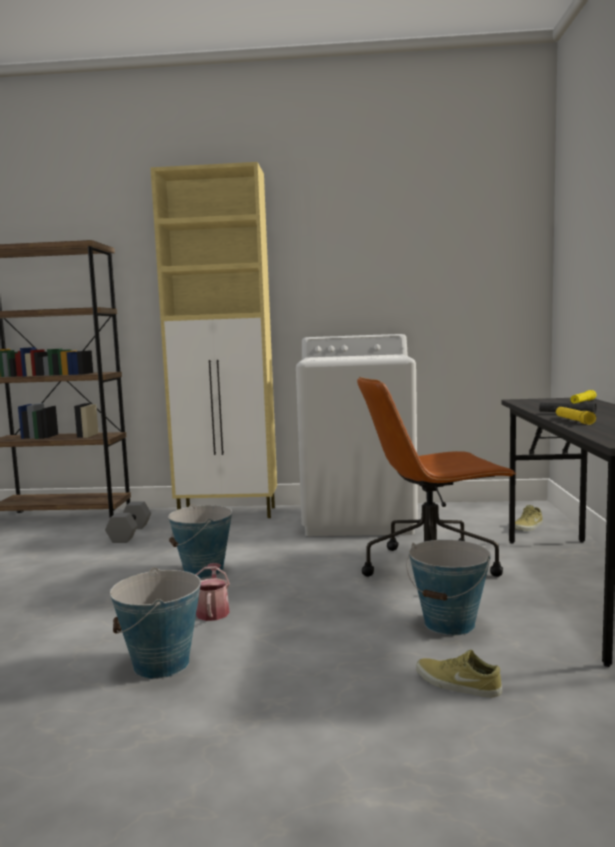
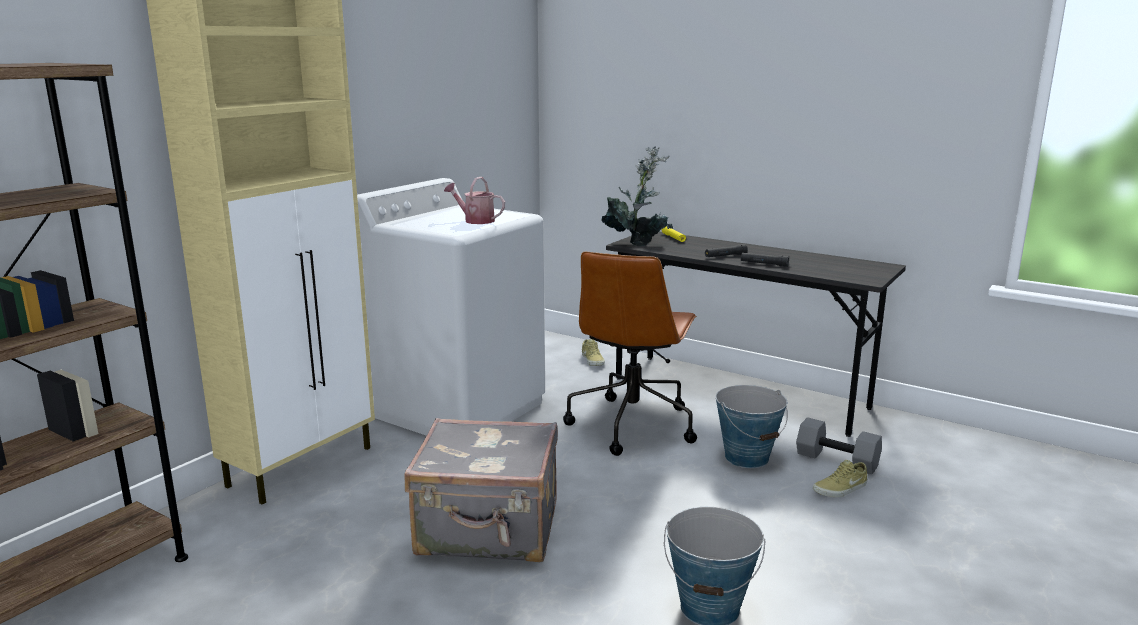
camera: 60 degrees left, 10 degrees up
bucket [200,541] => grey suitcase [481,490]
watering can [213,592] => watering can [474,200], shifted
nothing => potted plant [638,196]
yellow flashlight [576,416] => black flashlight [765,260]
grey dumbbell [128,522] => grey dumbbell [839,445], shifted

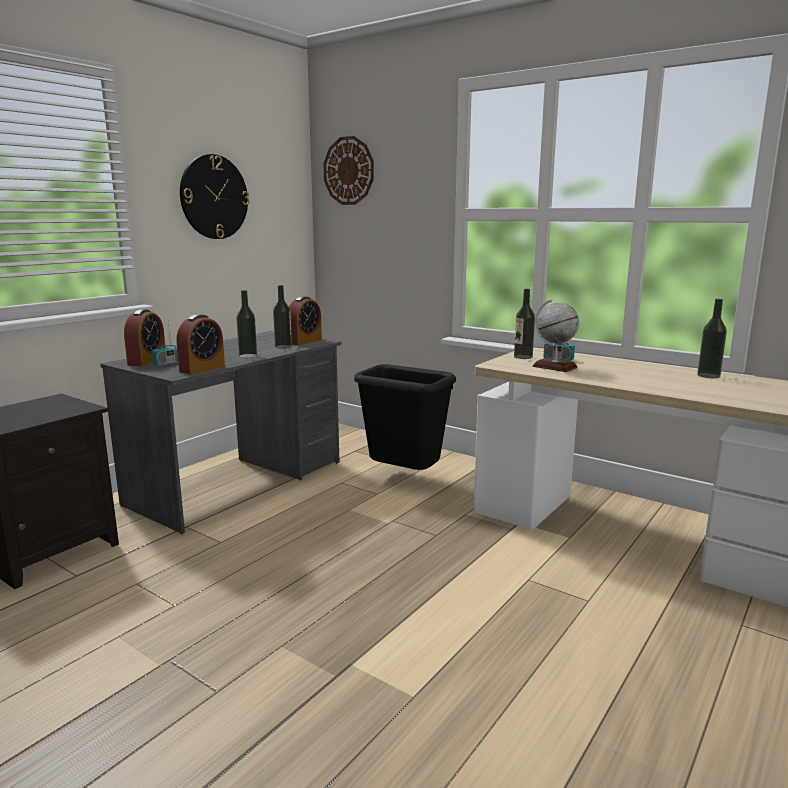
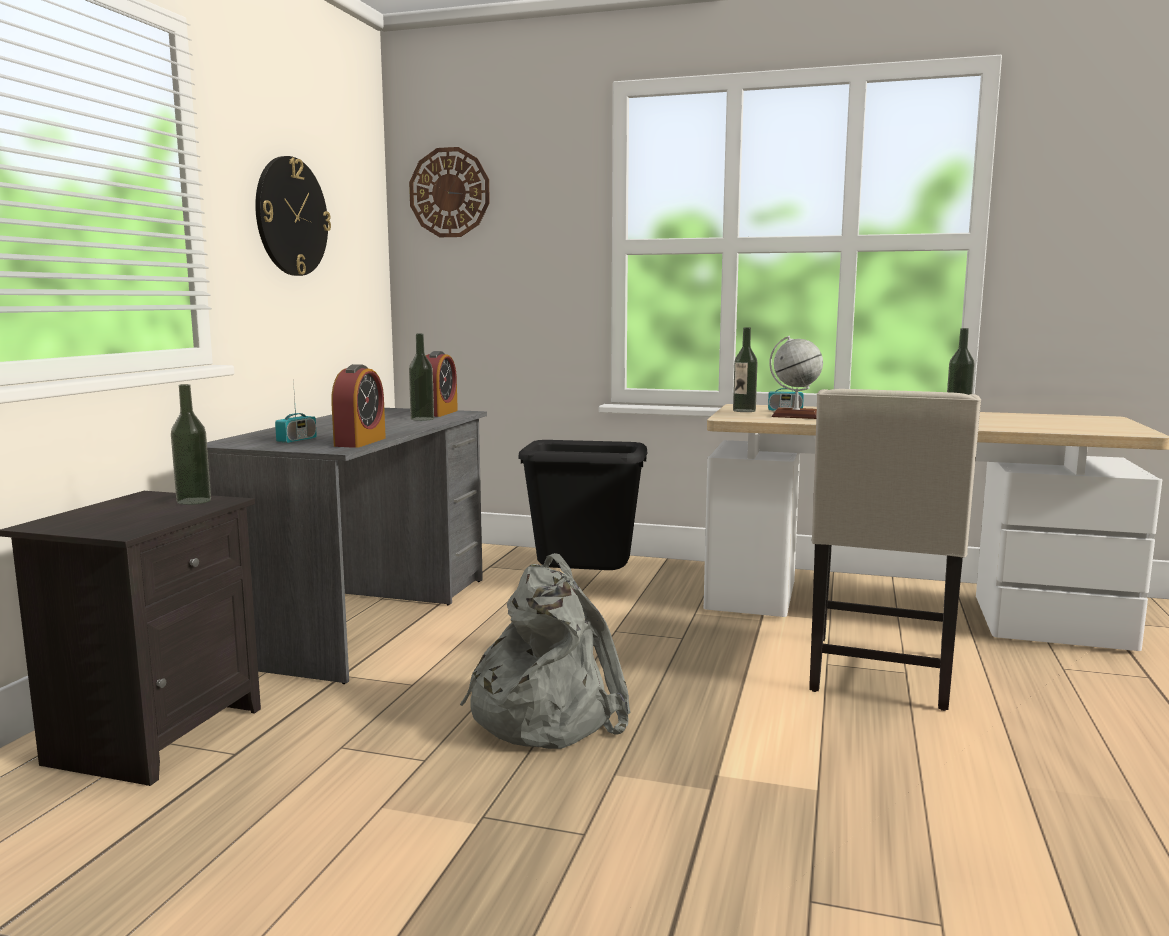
camera: 20 degrees left, 5 degrees down
bottle [246,324] => bottle [191,444], shifted
nothing => grey backpack [545,651]
nothing => beige chair [895,550]
alarm clock [145,337] => nothing

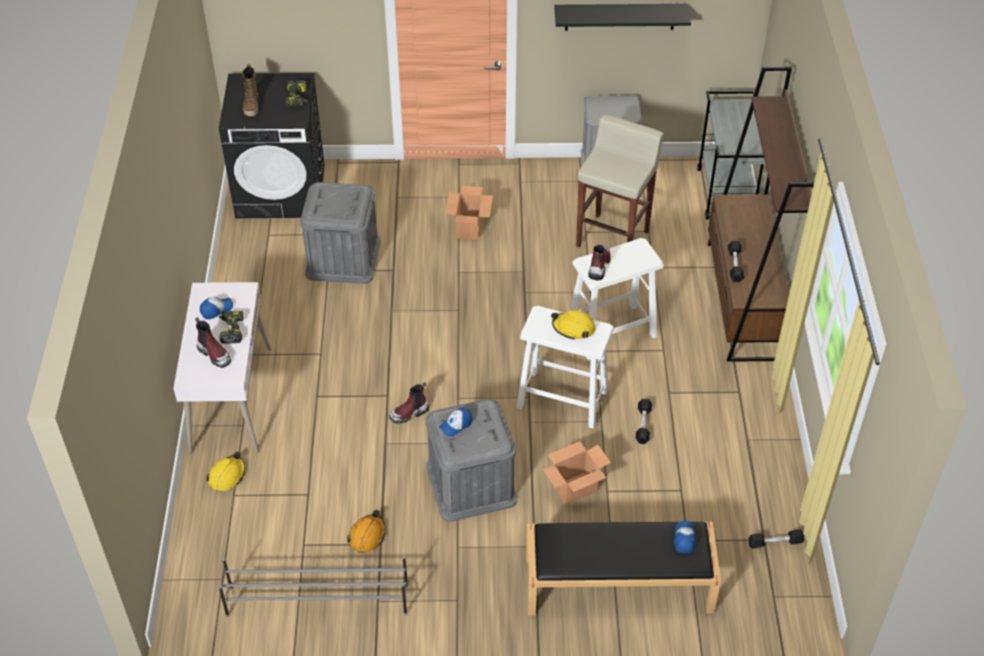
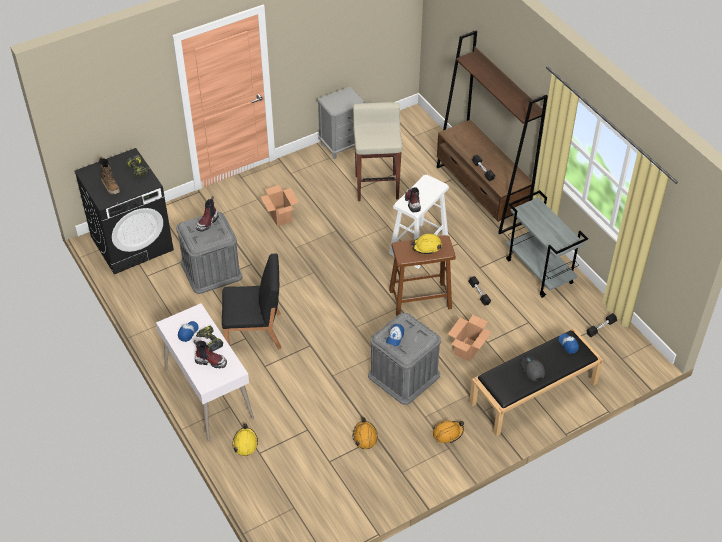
camera: 30 degrees left, 0 degrees up
boot [409,402] => boot [207,213], shifted
nothing => black chair [251,301]
white stool [565,367] => brown stool [422,275]
nothing => orange hard hat [448,431]
grey cart [731,155] => grey cart [547,244], shifted
nothing => grey cap [533,368]
grey shoe rack [313,586] => nothing
black shelf [622,17] => nothing

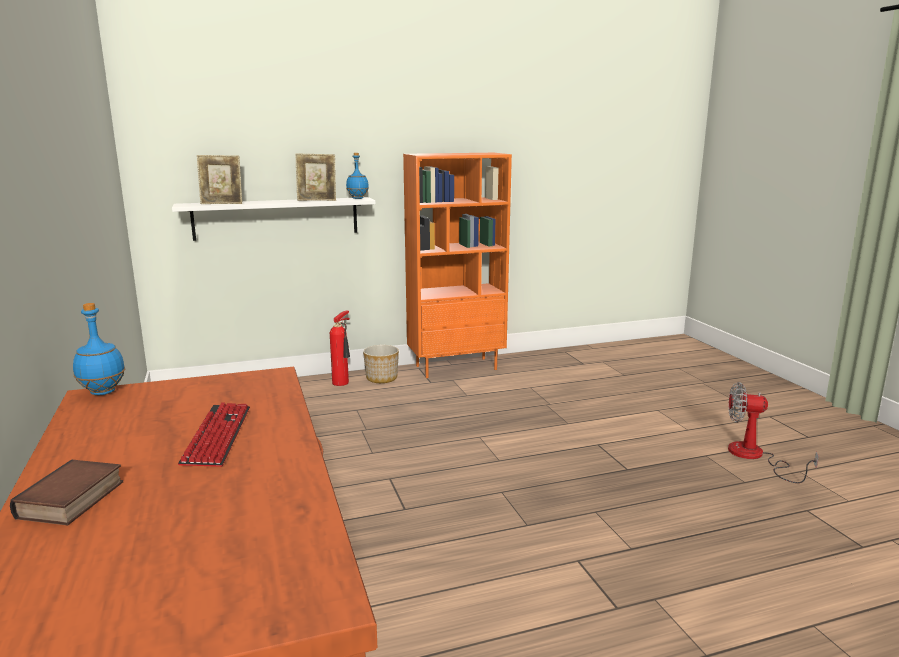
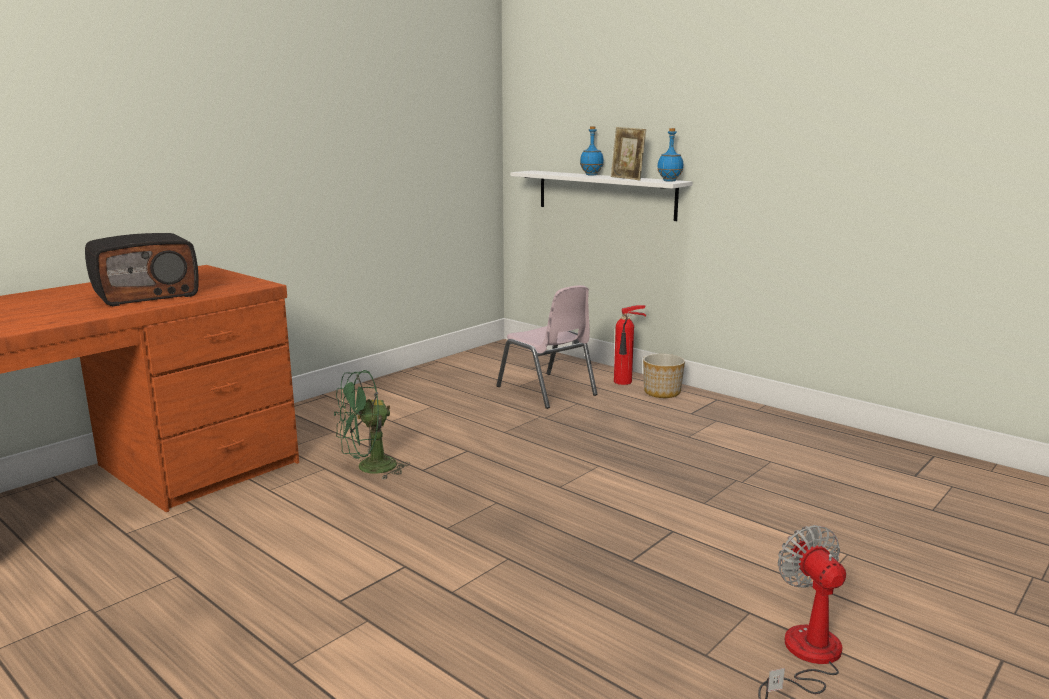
camera: 60 degrees right, 0 degrees up
keyboard [214,434] => radio [142,269]
nothing => green fan [372,425]
nothing => pink chair [546,347]
blue bottle [99,349] => blue bottle [592,151], shifted
book [66,492] => nothing
picture frame [219,179] => nothing
orange bookcase [457,265] => nothing

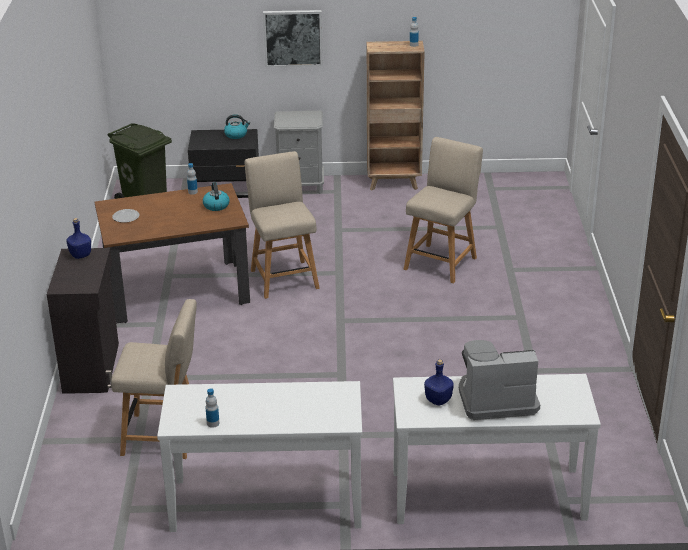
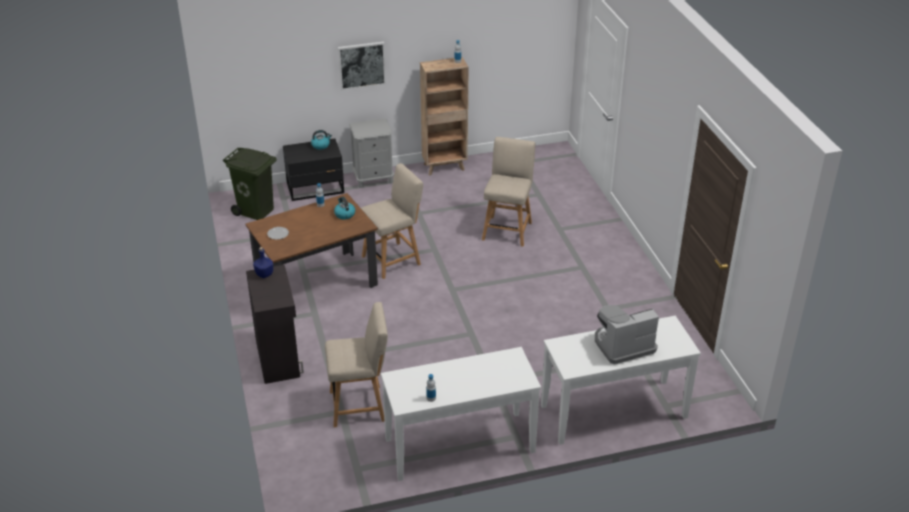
camera: 15 degrees left, 5 degrees up
beige chair [282,225] => beige chair [392,221], 90 degrees clockwise
blue bottle [439,382] => nothing

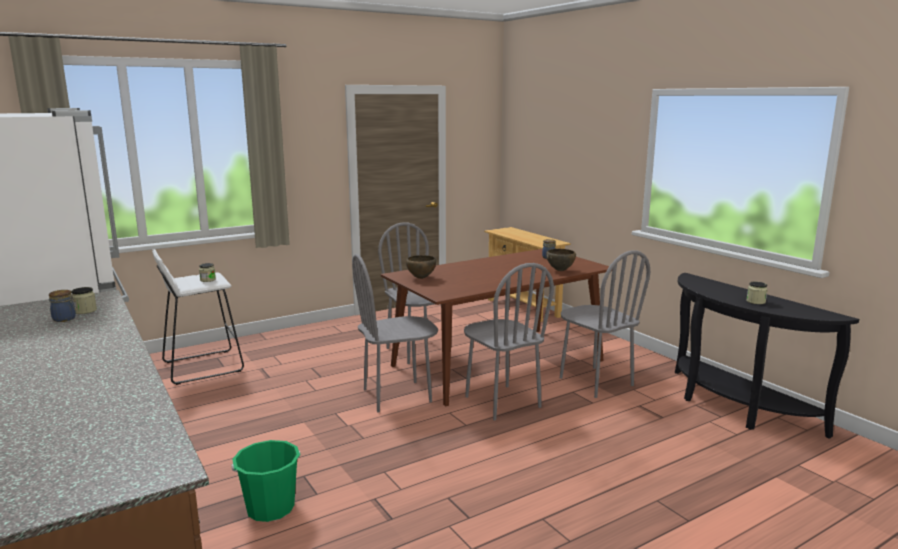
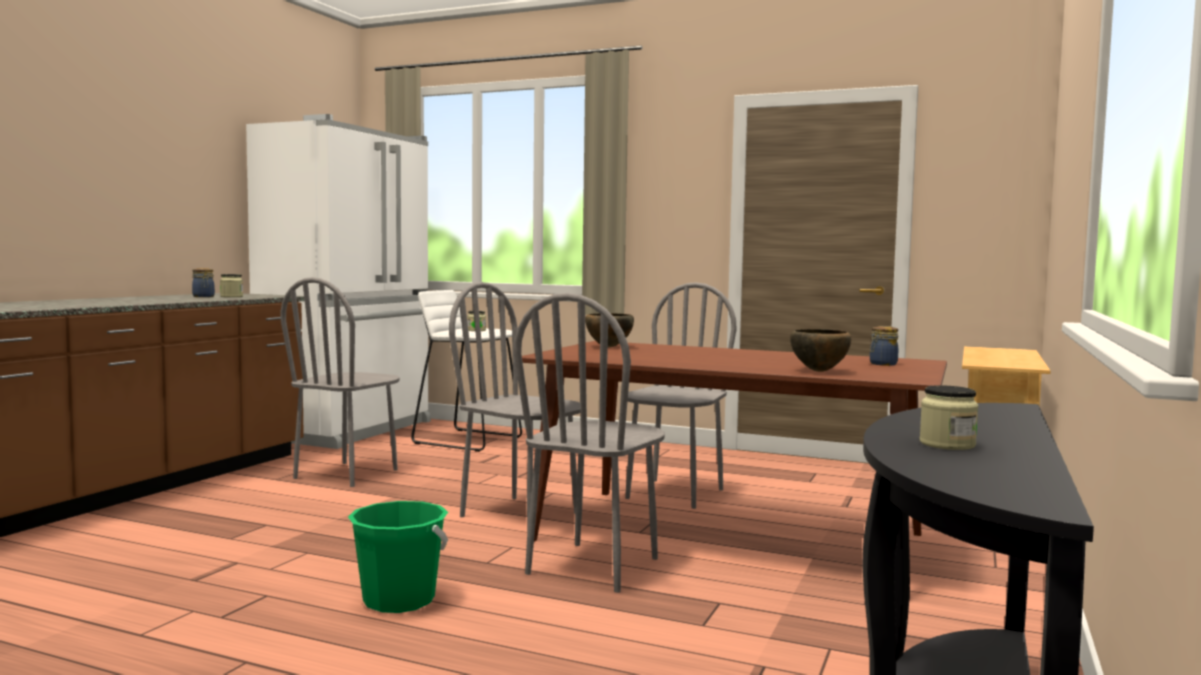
camera: 55 degrees right, 10 degrees down
grey chair [605,324] => grey chair [340,382], shifted
green bucket [266,481] => green bucket [398,557], shifted

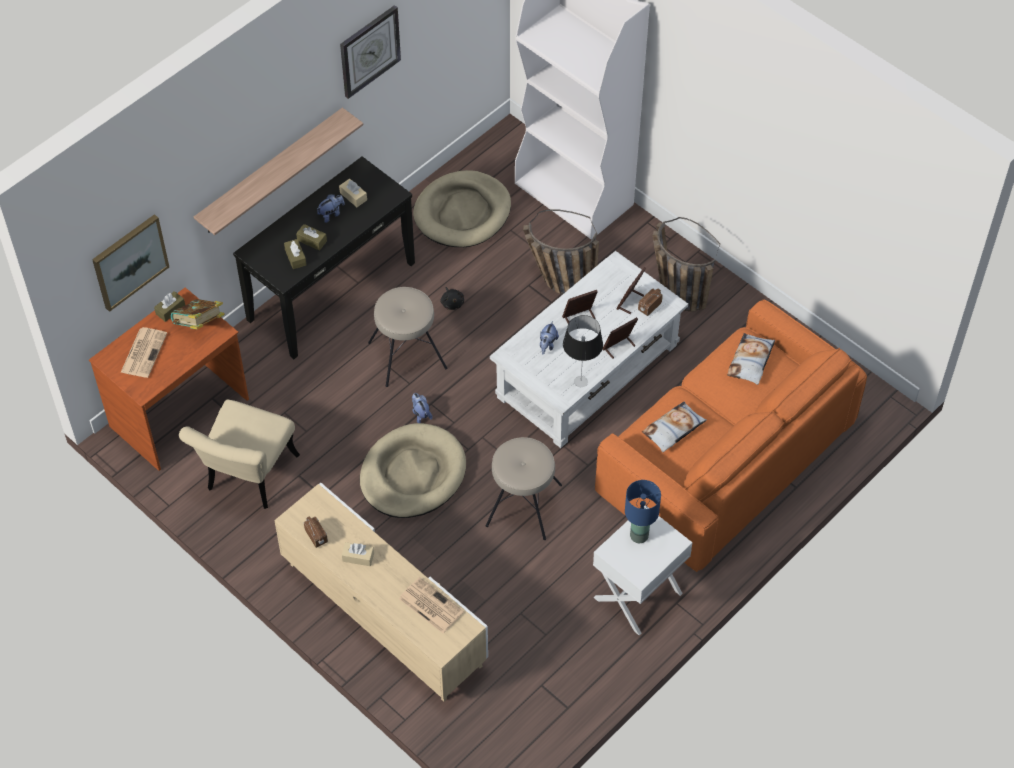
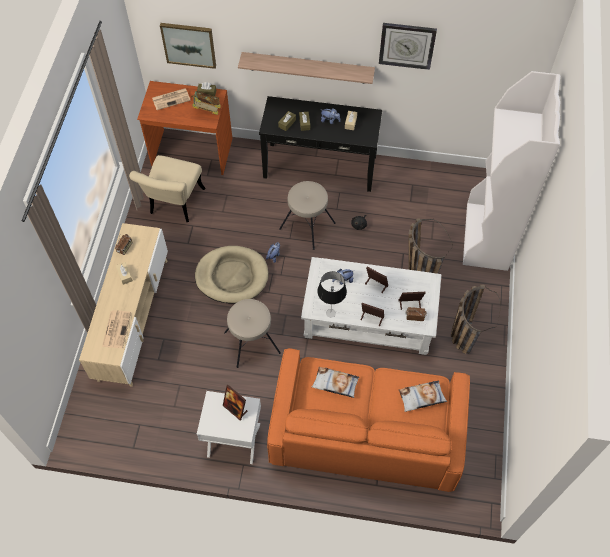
camera: 55 degrees right, 5 degrees up
beige chair [239,454] => beige chair [167,188], 60 degrees counterclockwise
blue table lamp [643,511] => picture frame [235,402]
beige dog bed [462,208] => nothing

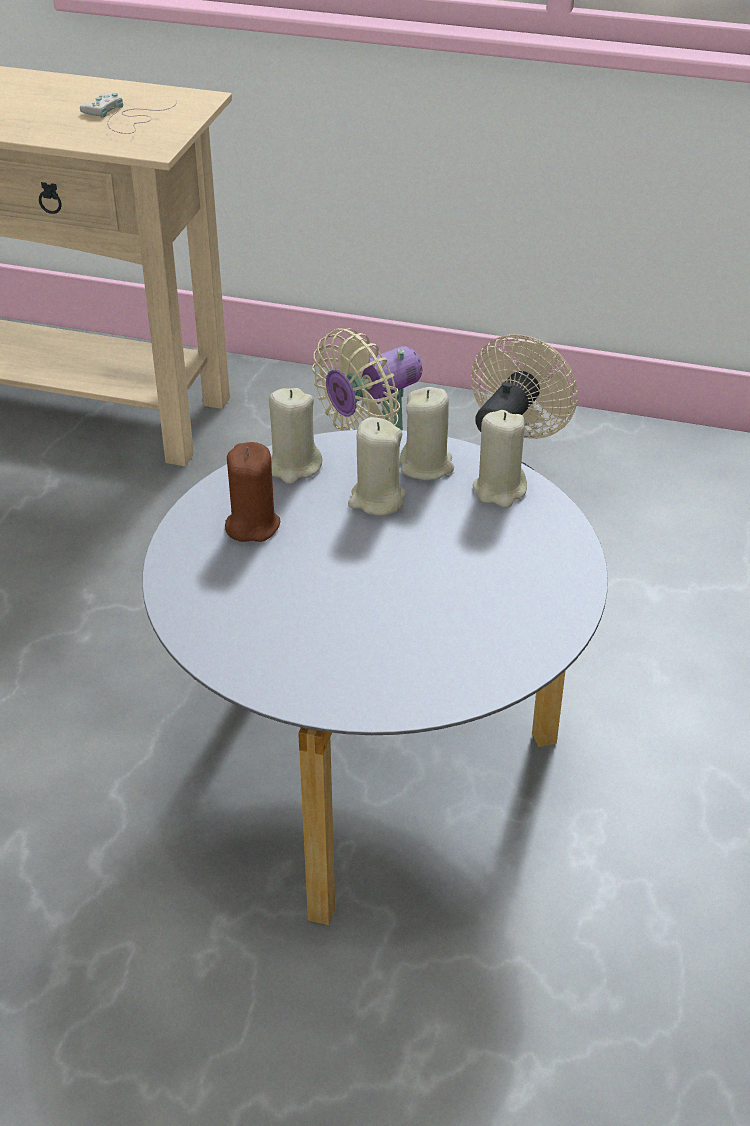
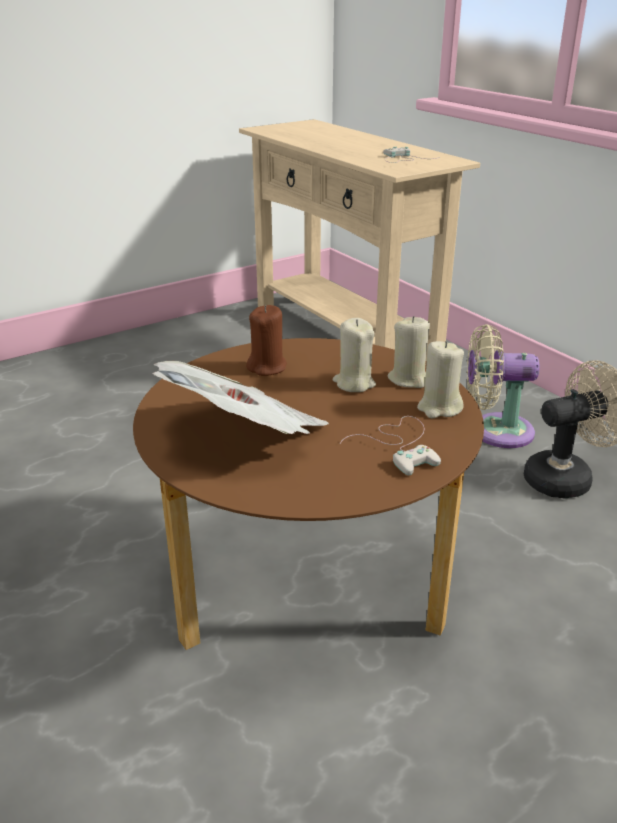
camera: 40 degrees right, 10 degrees down
grey coffee table [375,677] => brown coffee table [308,494]
nothing => newspaper [240,397]
nothing => white game controller [390,445]
beige candle [295,436] => nothing

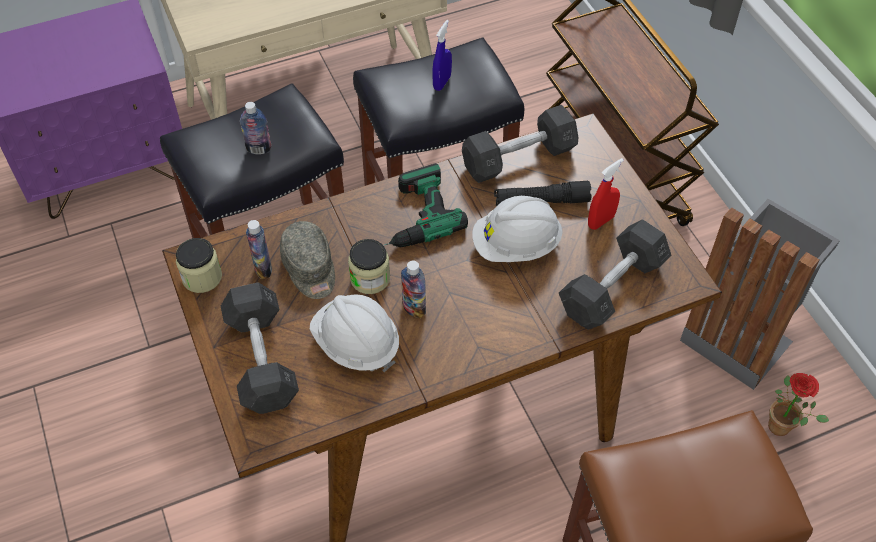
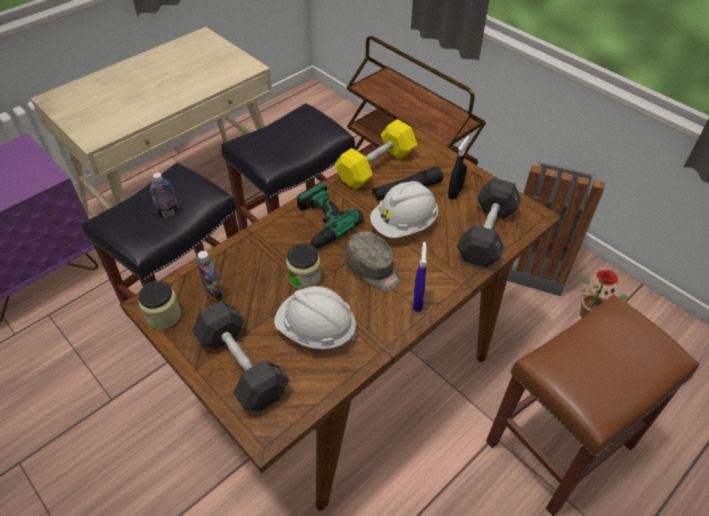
camera: 20 degrees left, 5 degrees down
grey dumbbell [520,144] => yellow dumbbell [376,154]
grey cap [307,260] => grey cap [372,260], shifted
blue spray bottle [442,55] => blue spray bottle [420,277], shifted
red spray bottle [606,194] => black spray bottle [459,168]
bottle [413,289] => nothing

